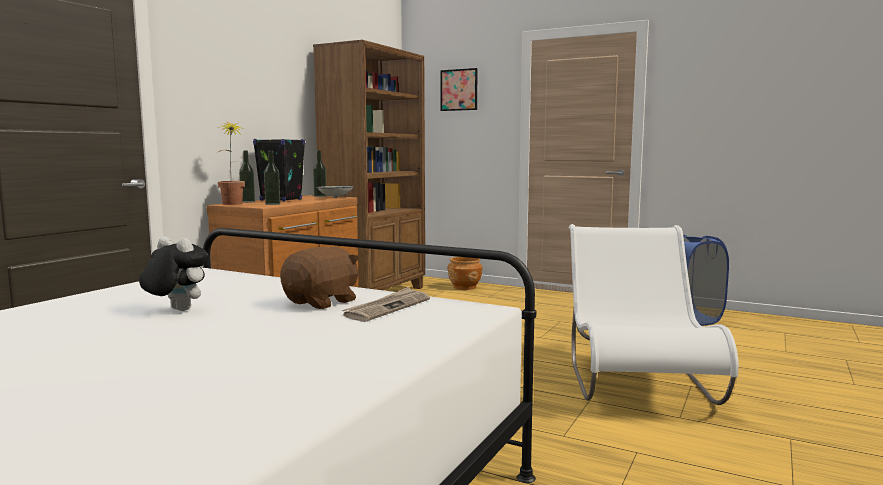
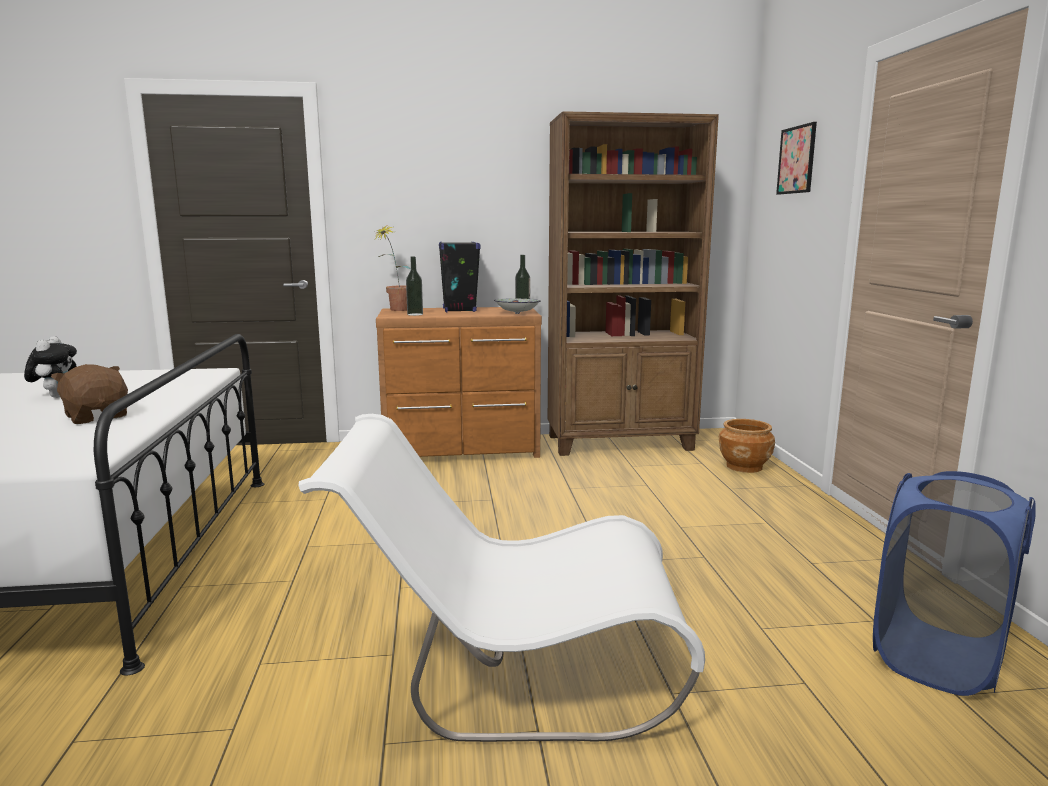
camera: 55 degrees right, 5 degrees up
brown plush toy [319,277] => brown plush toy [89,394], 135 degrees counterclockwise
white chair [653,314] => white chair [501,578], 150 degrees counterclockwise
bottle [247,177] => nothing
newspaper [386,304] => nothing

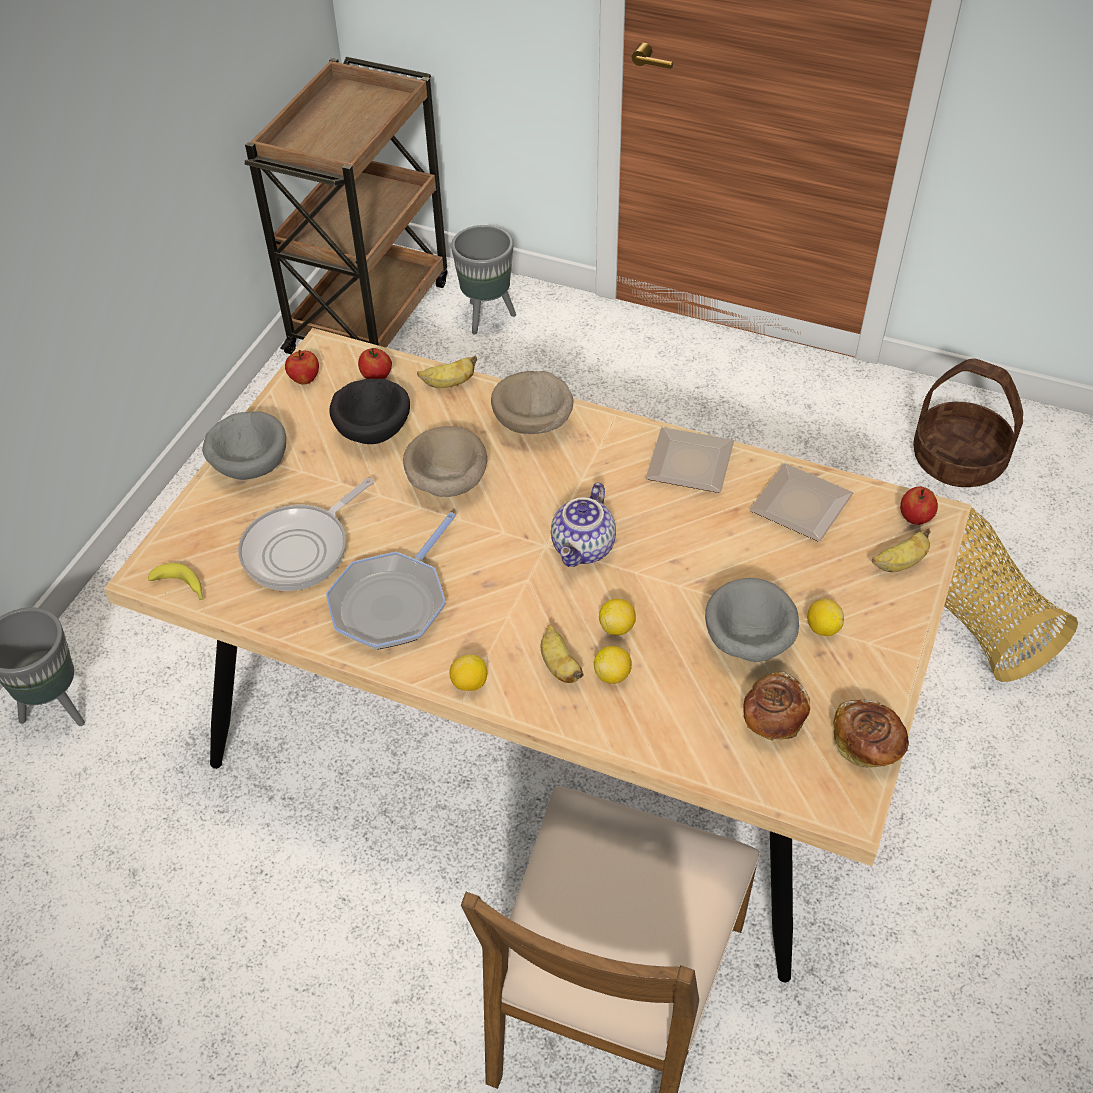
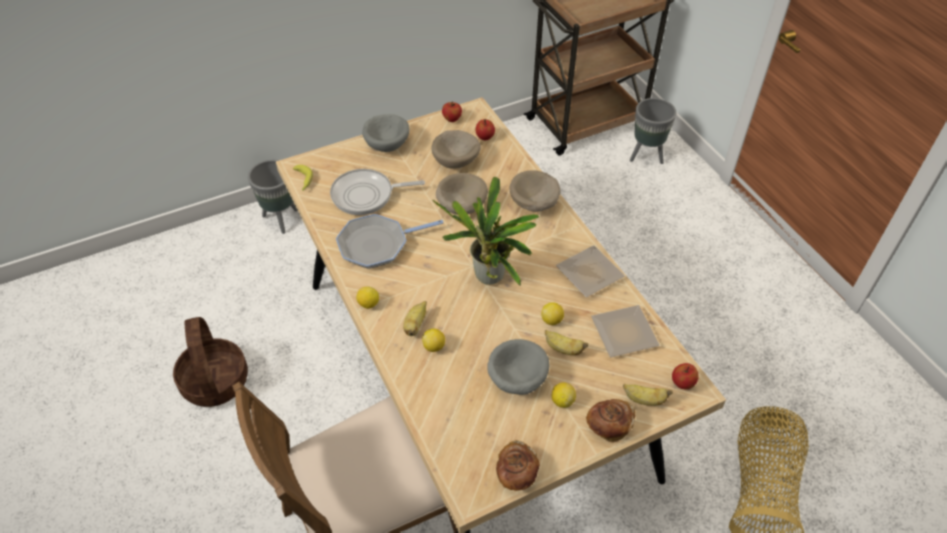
camera: 40 degrees right, 0 degrees up
basket [968,422] => basket [210,362], shifted
black bowl [369,411] => beige bowl [456,149]
teapot [583,524] => potted plant [486,231]
lemon [617,617] => lemon [552,313], shifted
banana [447,372] => banana [566,342], shifted
bread [776,706] => bread [610,421], shifted

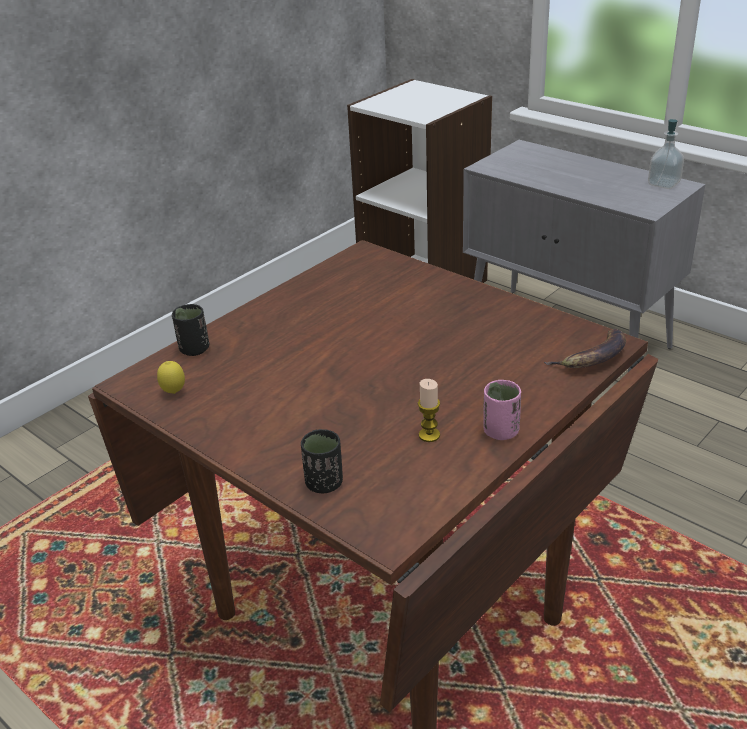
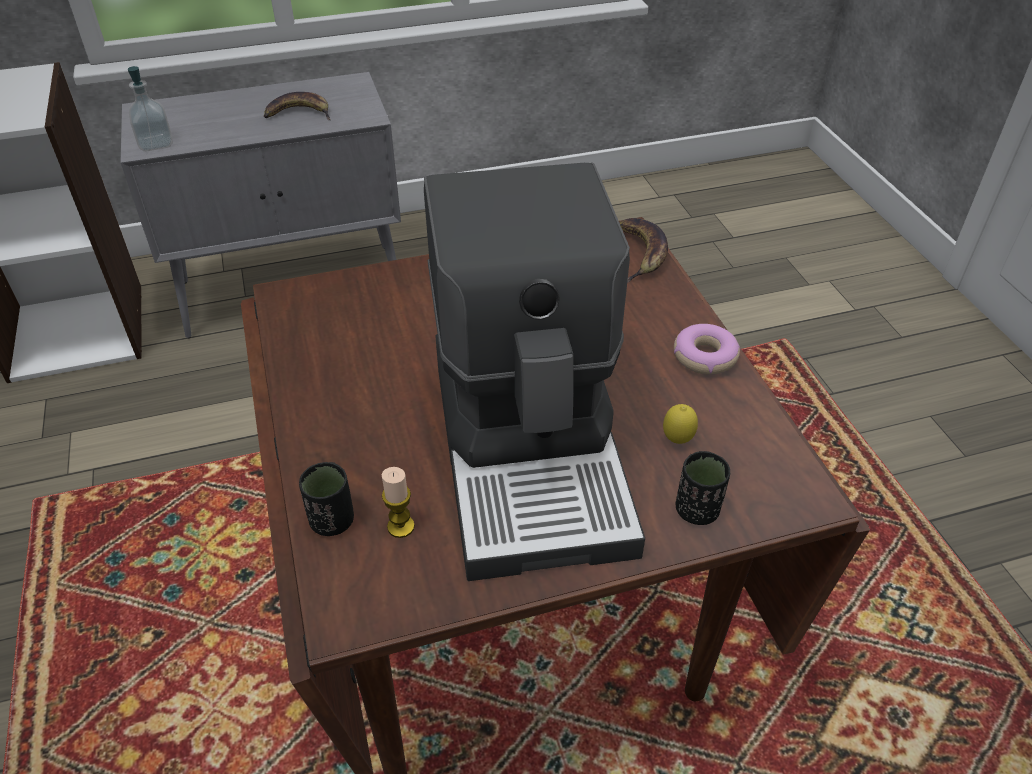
camera: 60 degrees left, 10 degrees up
soap dispenser [666,154] => soap dispenser [150,108], shifted
nothing => banana [297,106]
candle [429,410] => candle [398,502], shifted
nothing => coffee machine [534,371]
lemon [171,377] => lemon [680,424], shifted
pink cup [502,410] => donut [707,349]

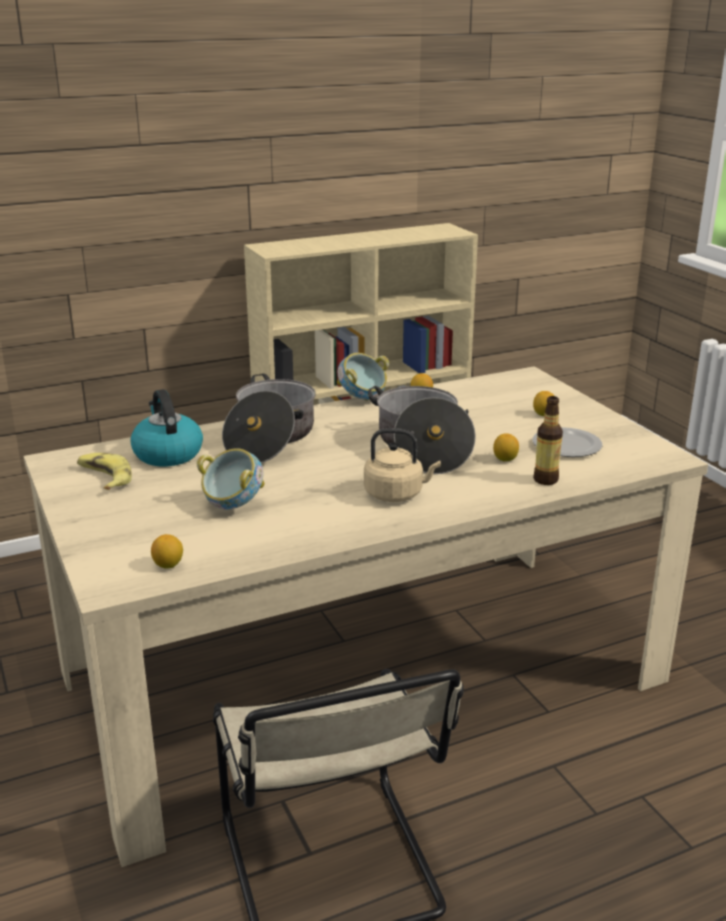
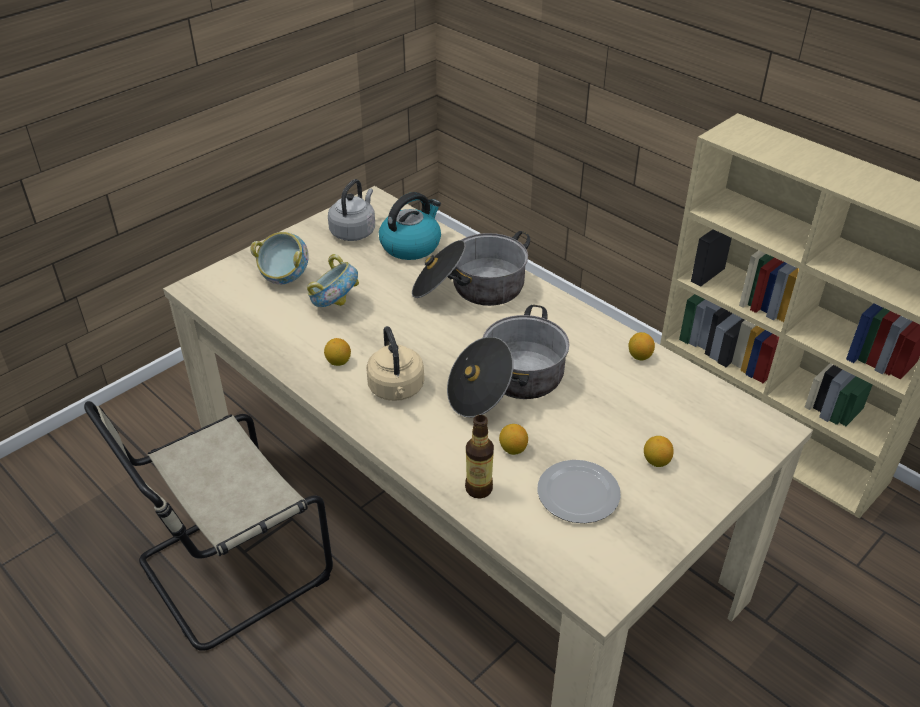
camera: 70 degrees right, 15 degrees up
bowl [363,377] => bowl [279,258], shifted
lemon [167,551] => lemon [337,352], shifted
banana [104,471] => grey kettle [351,210]

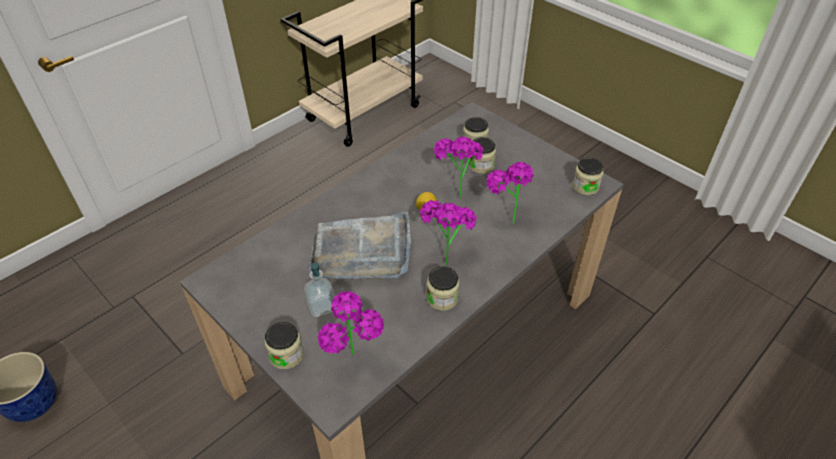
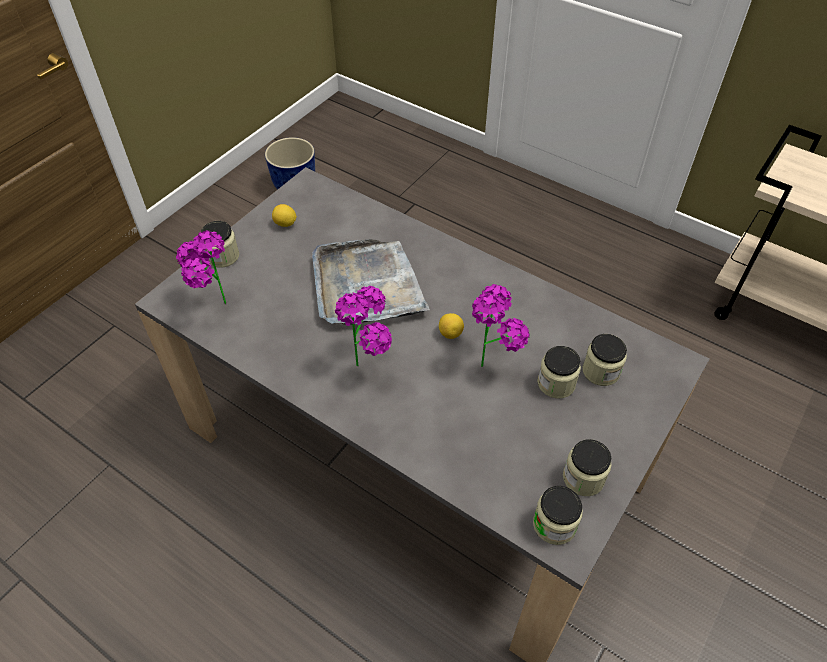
camera: 80 degrees right, 5 degrees up
nothing => lemon [284,215]
jar [443,288] => jar [587,467], shifted
soap dispenser [320,290] => nothing
potted plant [510,193] => nothing

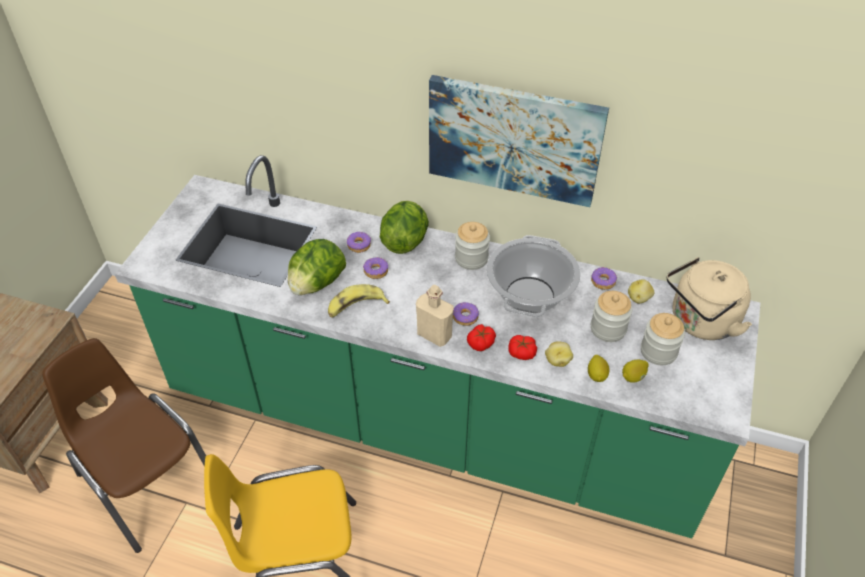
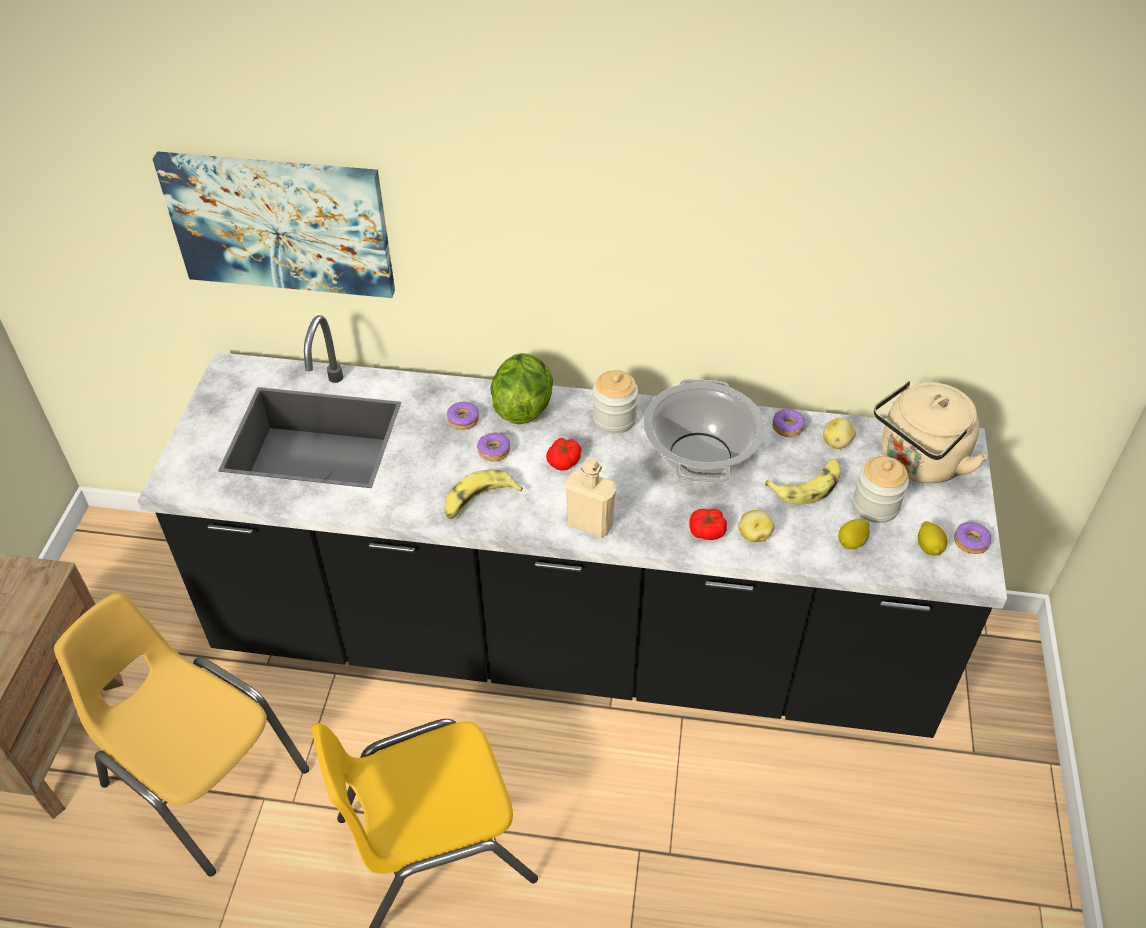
camera: 10 degrees left, 0 degrees up
brown chair [124,445] => yellow chair [181,734]
green counter [437,346] => black counter [572,526]
picture [519,141] => picture [274,224], shifted
tomato [481,337] => tomato [564,454], shifted
jar [611,316] => banana [803,481]
lemon [599,368] => lemon [932,538], shifted
donut [466,314] => donut [972,538], shifted
lettuce [317,267] => nothing

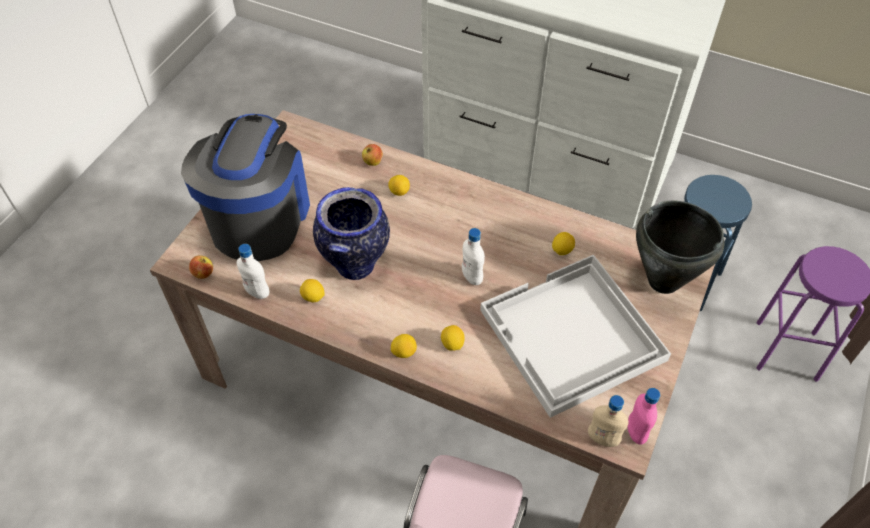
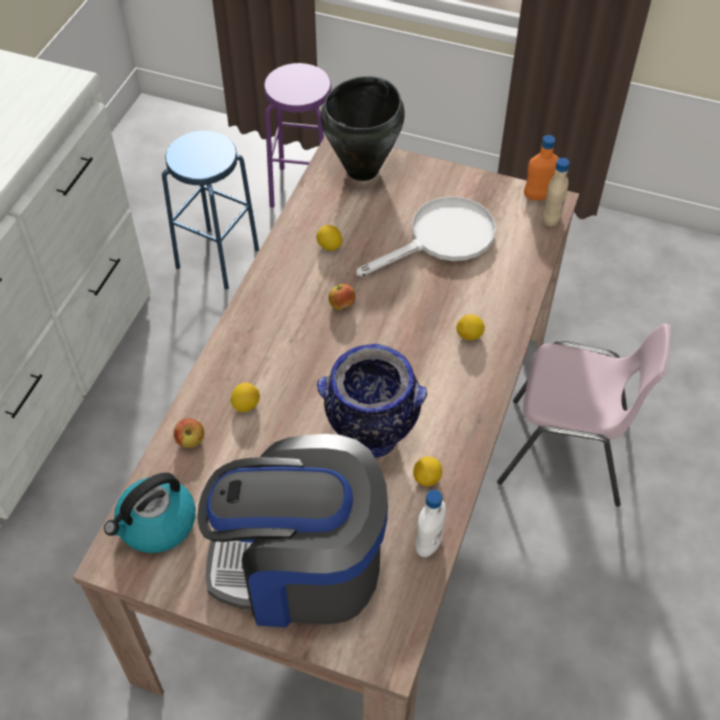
camera: 95 degrees left, 0 degrees up
nothing => kettle [150,513]
apple [201,267] => apple [342,297], shifted
white tray [575,336] => white frying pan [426,236]
pink bottle [643,416] => orange bottle [541,167]
lemon [404,346] => nothing
white bottle [473,256] => nothing

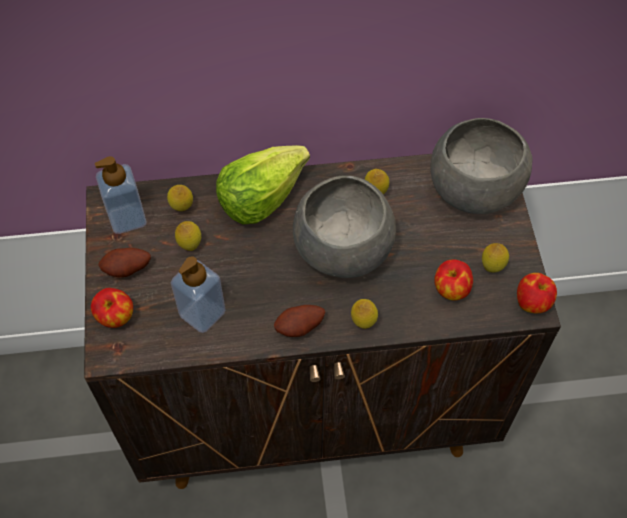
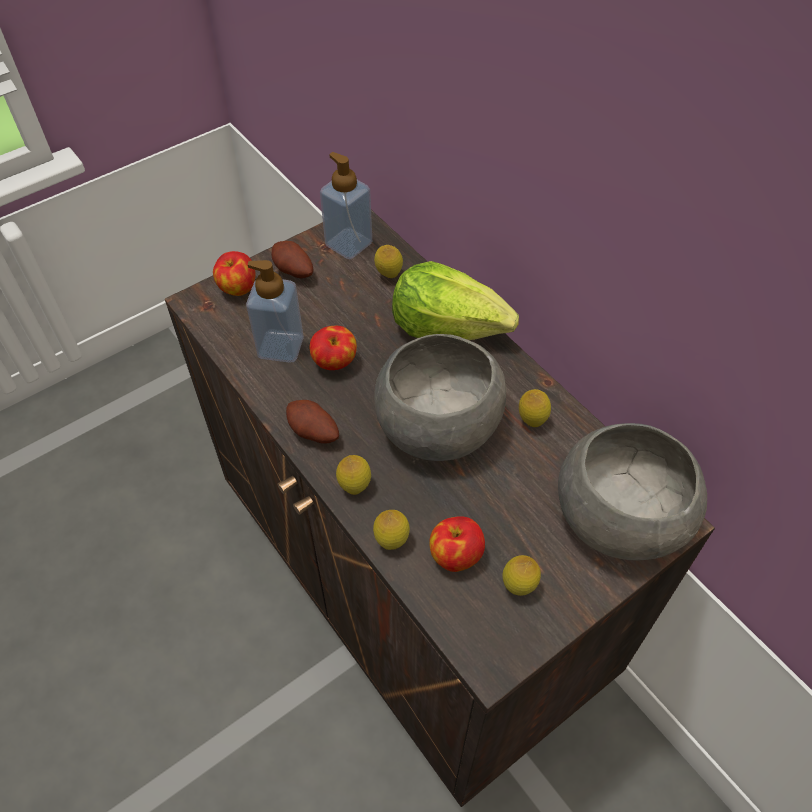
camera: 60 degrees right, 5 degrees down
apple [537,293] => apple [333,348], shifted
lemon [188,236] => lemon [391,530], shifted

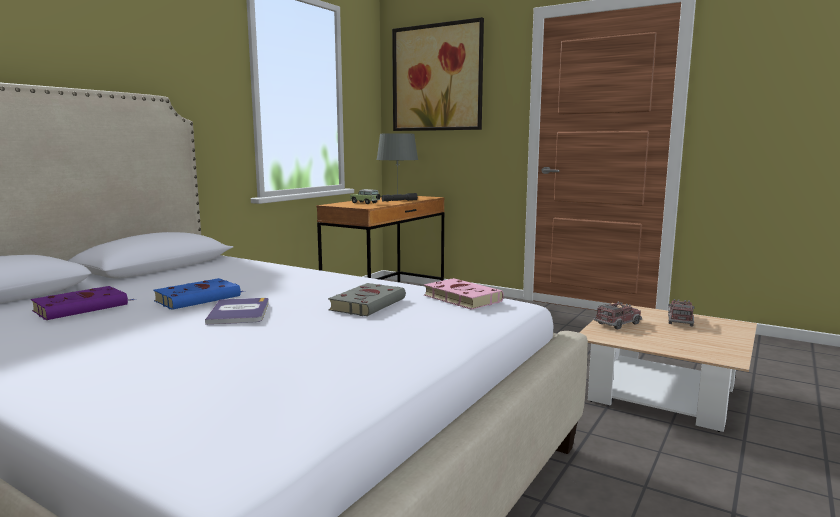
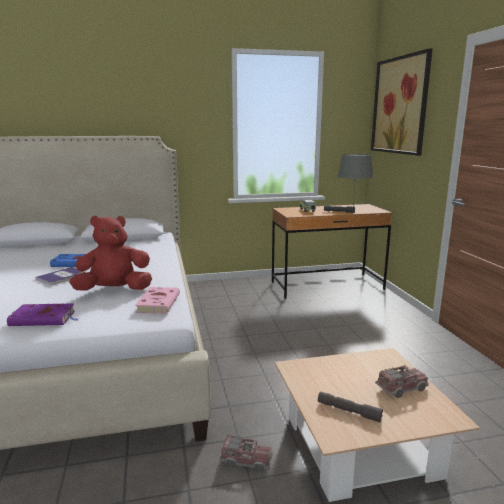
camera: 45 degrees right, 5 degrees up
purple book [82,303] => purple book [43,314], shifted
grey book [367,299] => red plush toy [110,253]
toy truck [618,315] => toy truck [245,453], shifted
nothing => grey flashlight [350,407]

